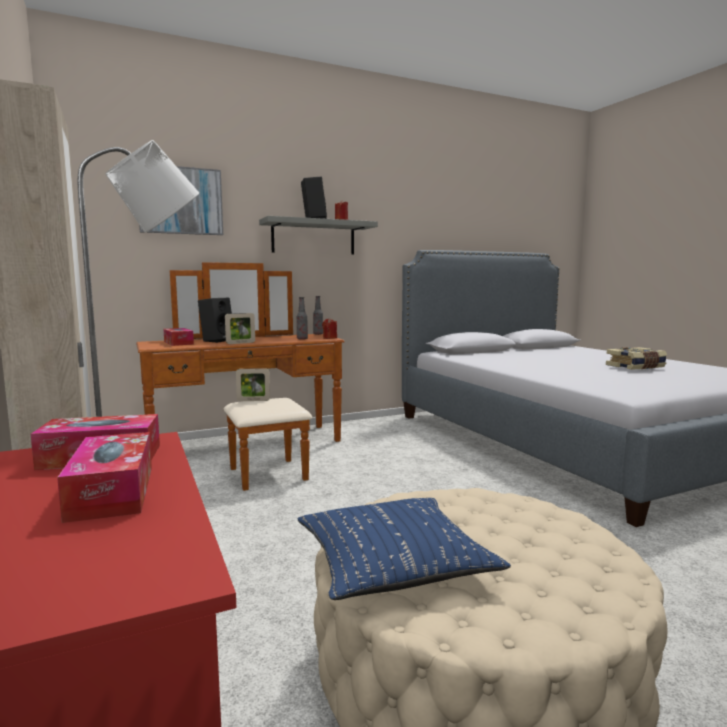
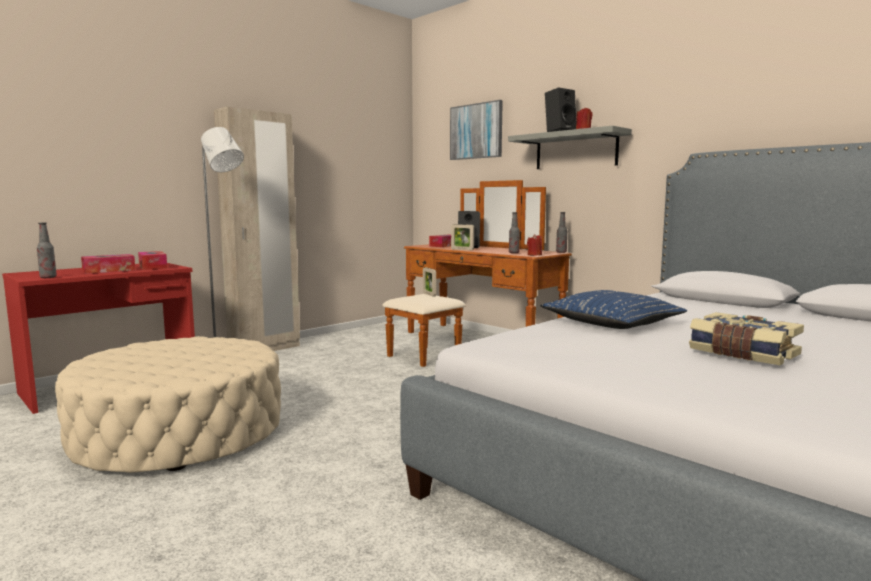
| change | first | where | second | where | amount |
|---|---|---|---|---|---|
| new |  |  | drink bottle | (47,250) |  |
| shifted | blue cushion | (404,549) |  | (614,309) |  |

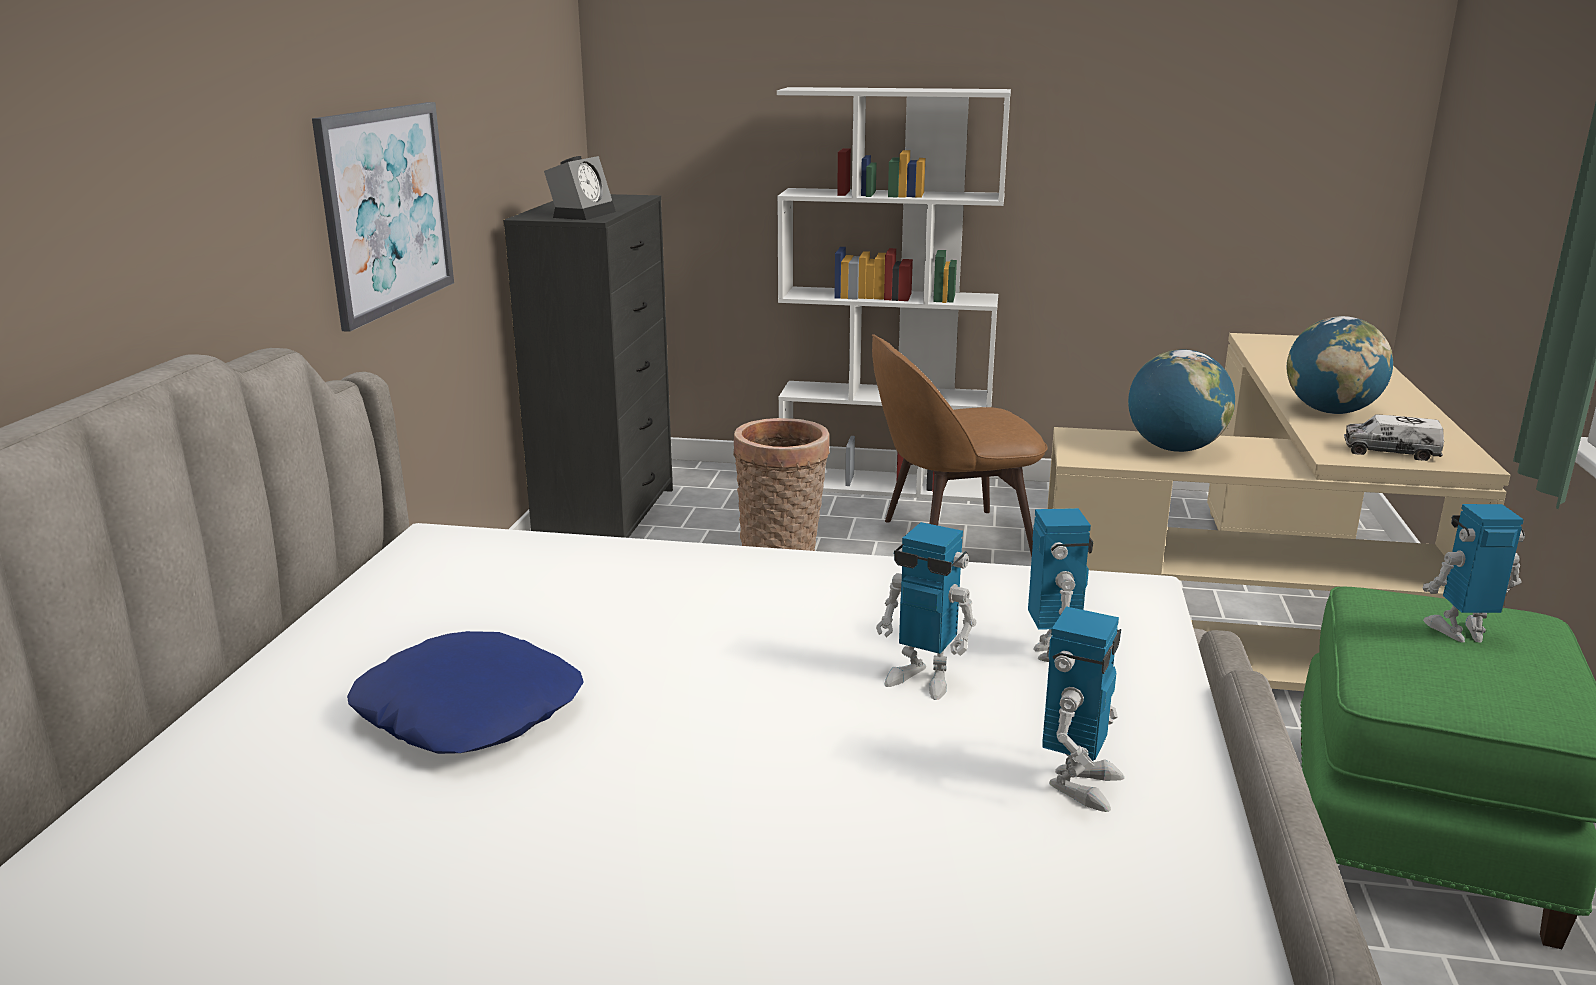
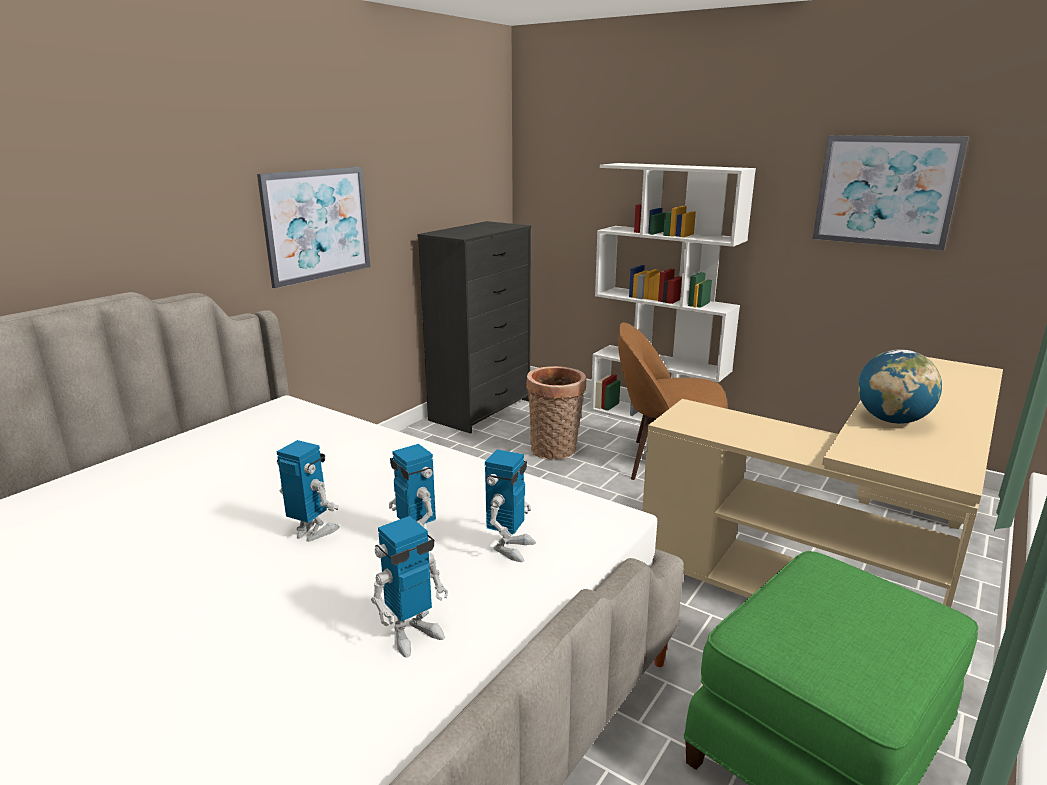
| change | first | where | second | where | amount |
|---|---|---|---|---|---|
| gone | blue cushion | (465,692) |  |  |  |
| gone | alarm clock | (580,188) |  |  |  |
| gone | world globe | (1181,400) |  |  |  |
| gone | toy lorry | (1394,437) |  |  |  |
| new |  |  | wall art | (891,193) |  |
| shifted | robot figure | (1473,573) |  | (308,491) |  |

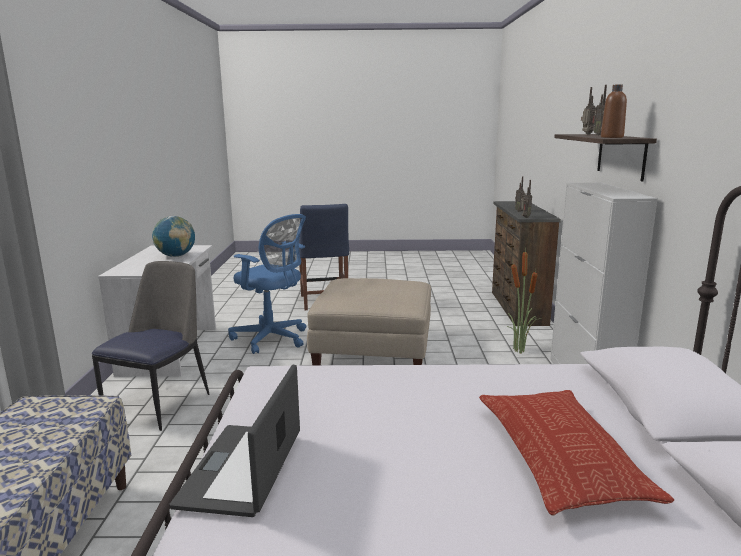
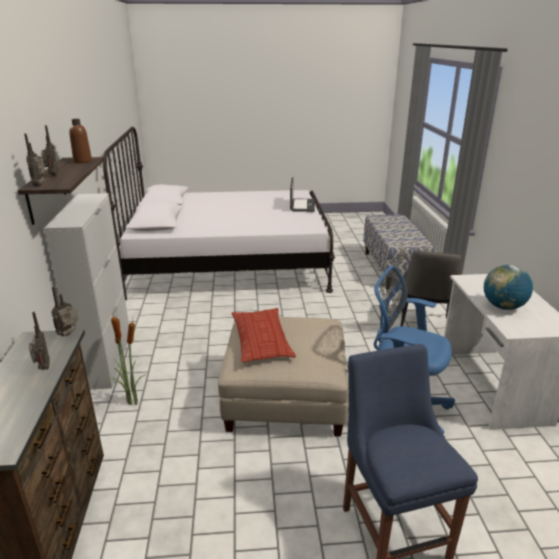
| change | first | where | second | where | amount |
|---|---|---|---|---|---|
| shifted | cushion | (576,453) |  | (264,335) |  |

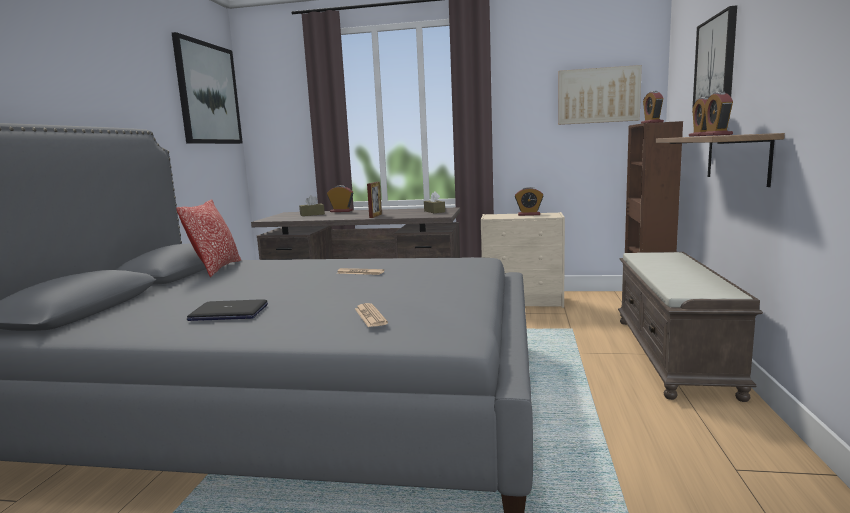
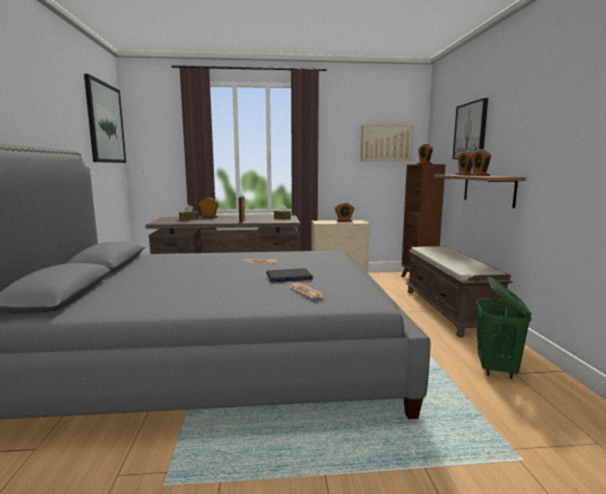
| change | first | where | second | where | amount |
|---|---|---|---|---|---|
| gone | cushion | (208,238) |  |  |  |
| new |  |  | green hamper | (504,327) |  |
| shifted | portable computer | (227,310) |  | (289,275) |  |

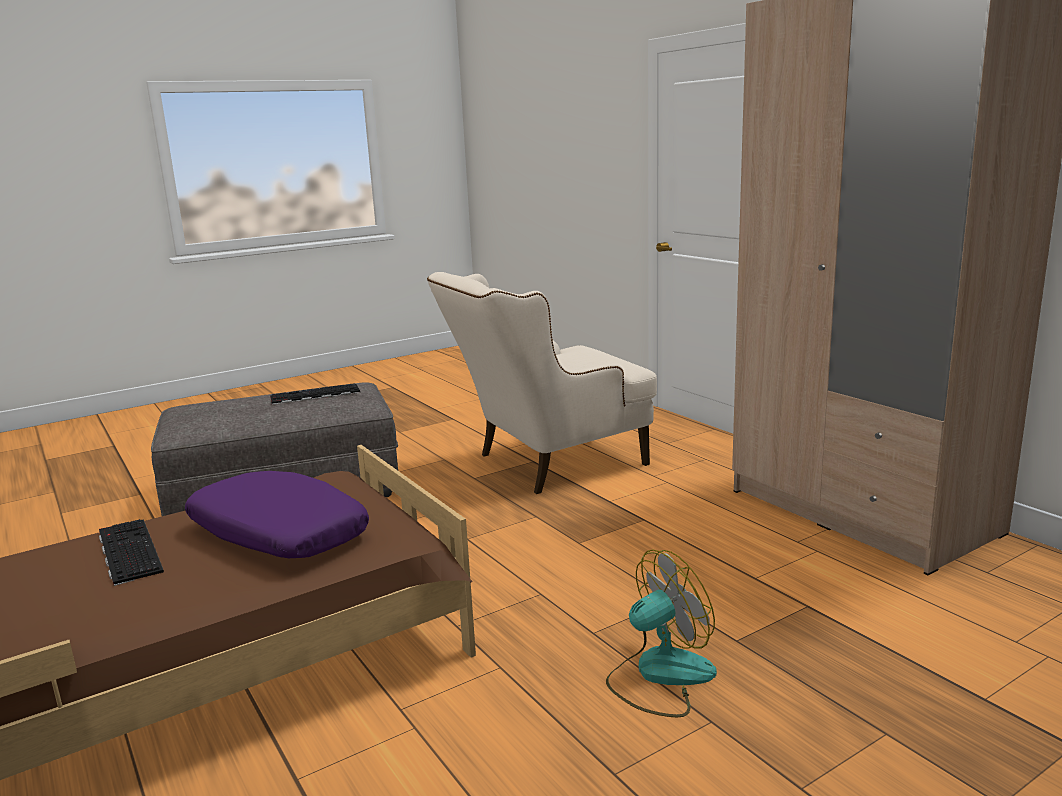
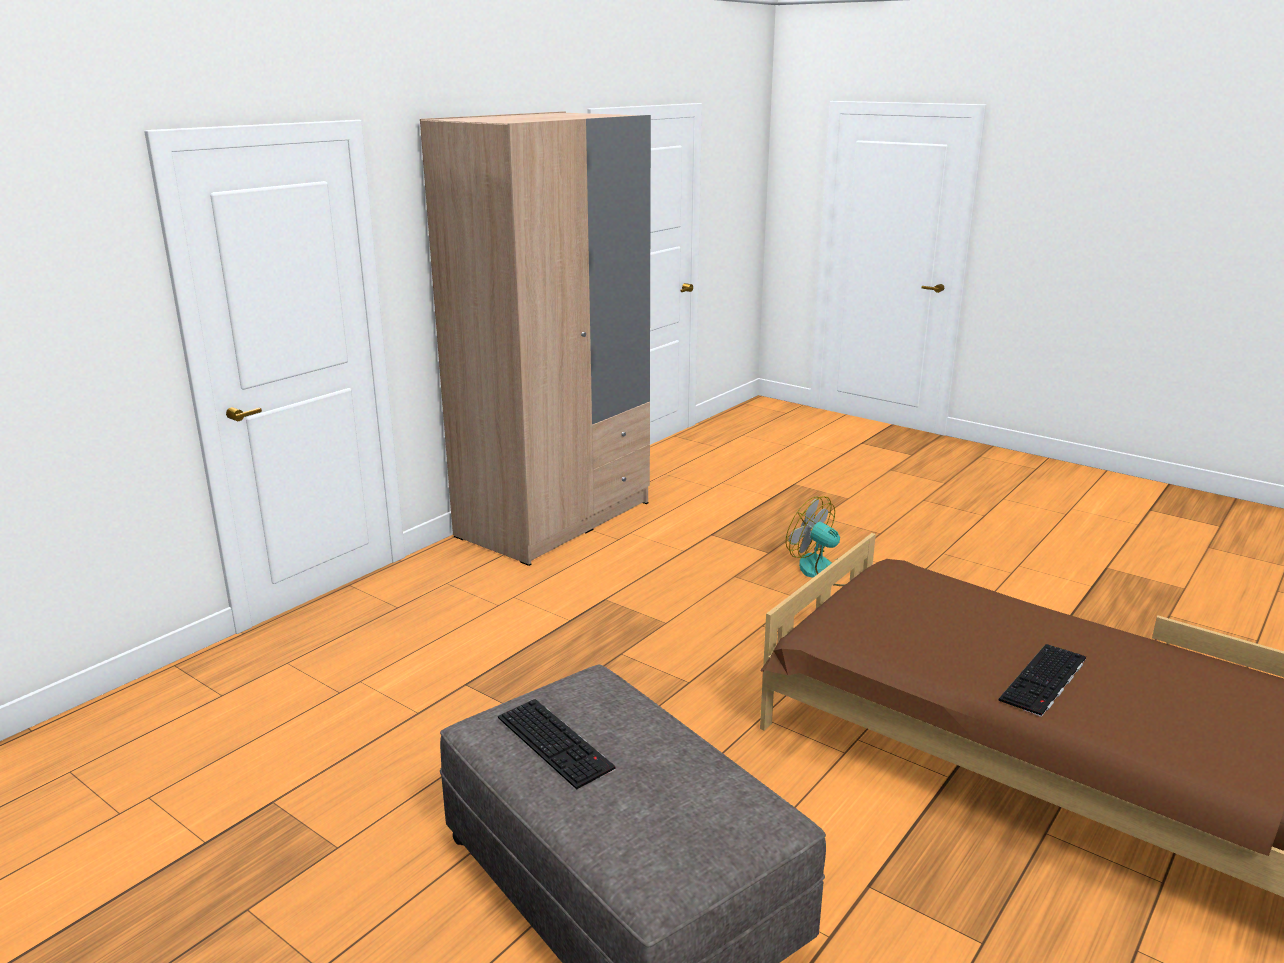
| change | first | where | second | where | amount |
|---|---|---|---|---|---|
| gone | purplish cushion | (277,514) |  |  |  |
| gone | sand-coloured easy chair | (542,383) |  |  |  |

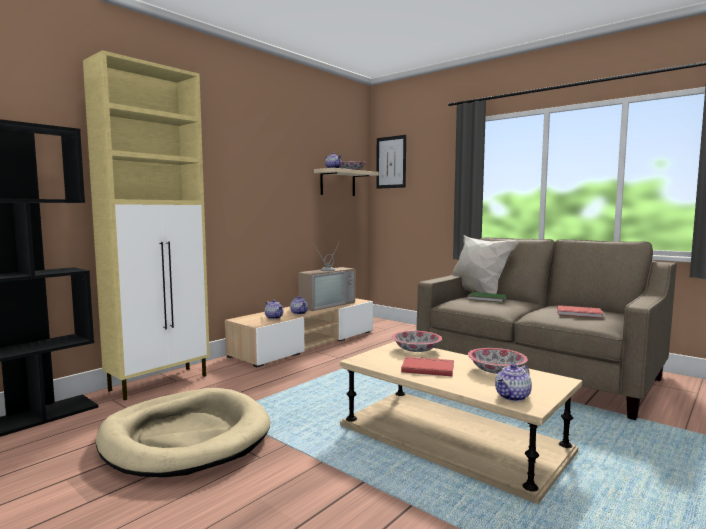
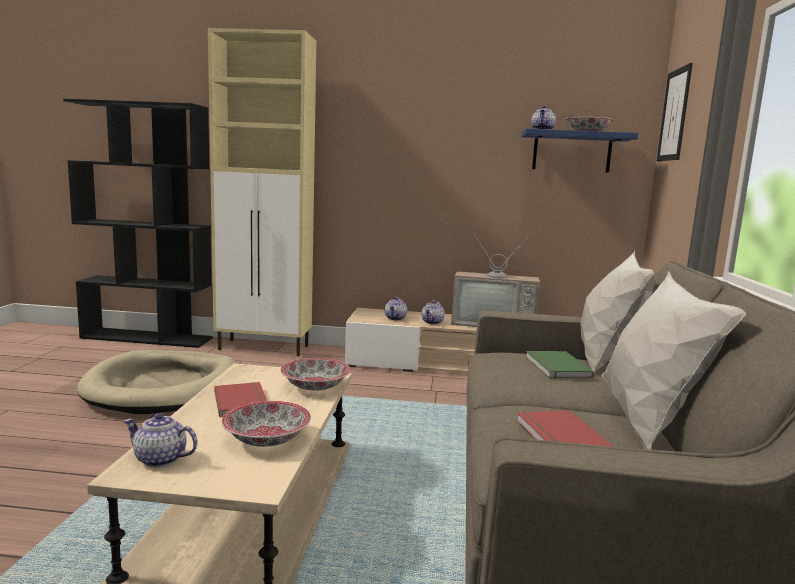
| change | first | where | second | where | amount |
|---|---|---|---|---|---|
| new |  |  | white-coloured cushion | (674,360) |  |
| repainted | sand-coloured shelf | (346,182) | blue shelf | (580,151) |  |

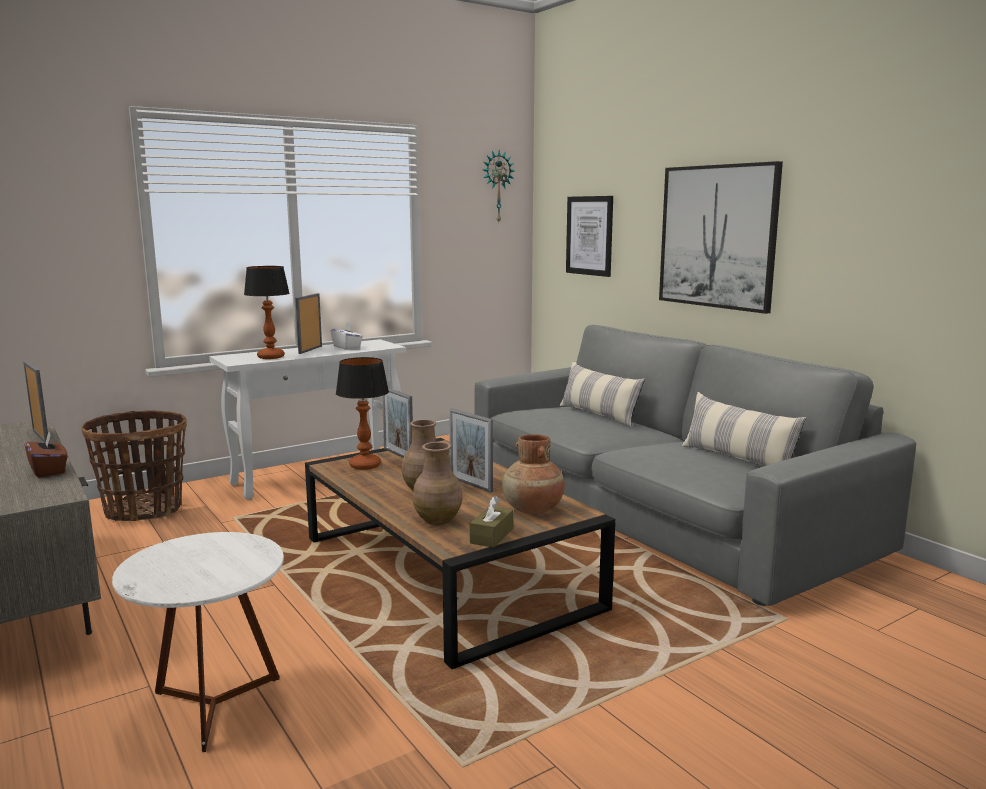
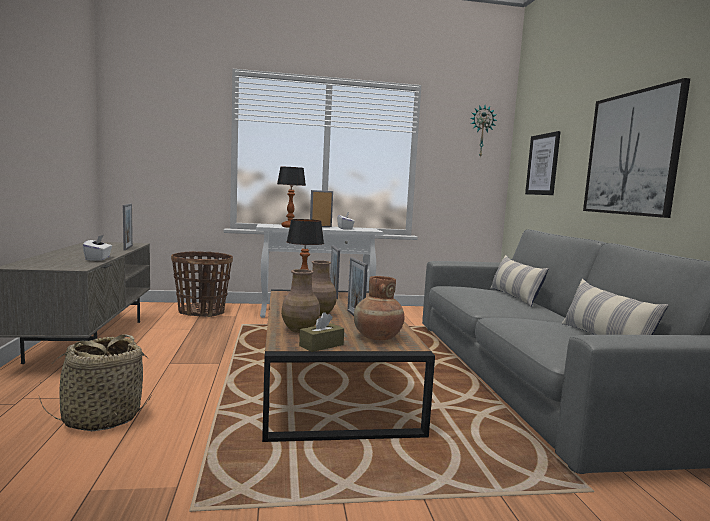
| change | first | where | second | where | amount |
|---|---|---|---|---|---|
| swapped | white-coloured accent table | (198,642) | household basket | (95,382) |  |
| repainted | brown-coloured tissue holder | (46,455) | white-coloured tissue holder | (97,248) |  |

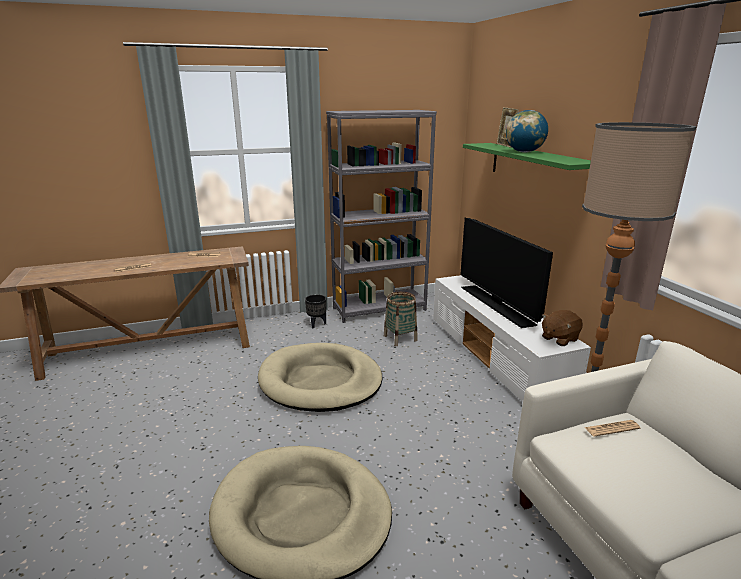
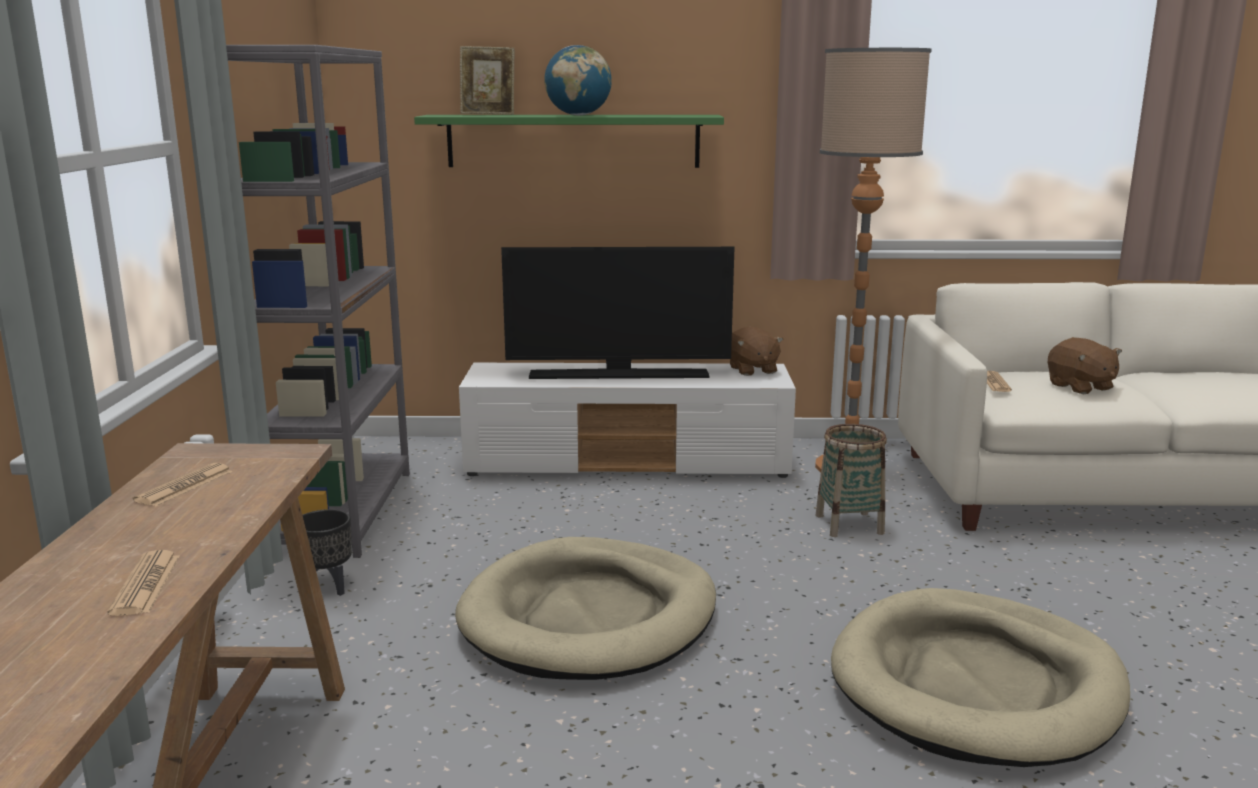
| change | first | where | second | where | amount |
|---|---|---|---|---|---|
| new |  |  | brown-coloured plush toy | (1085,365) |  |
| shifted | household basket | (401,319) |  | (851,480) |  |

